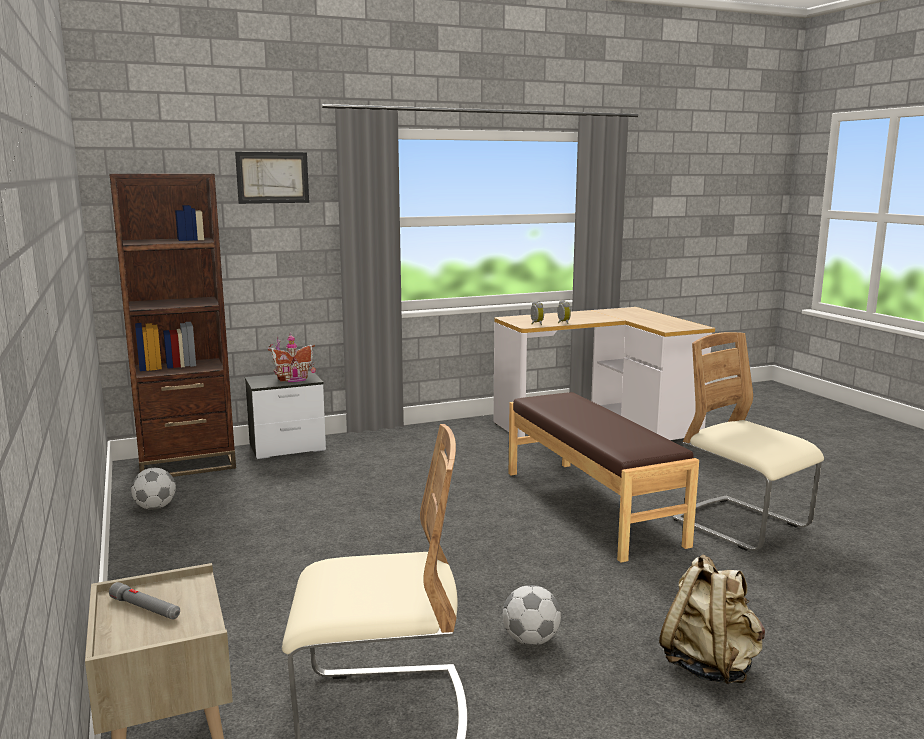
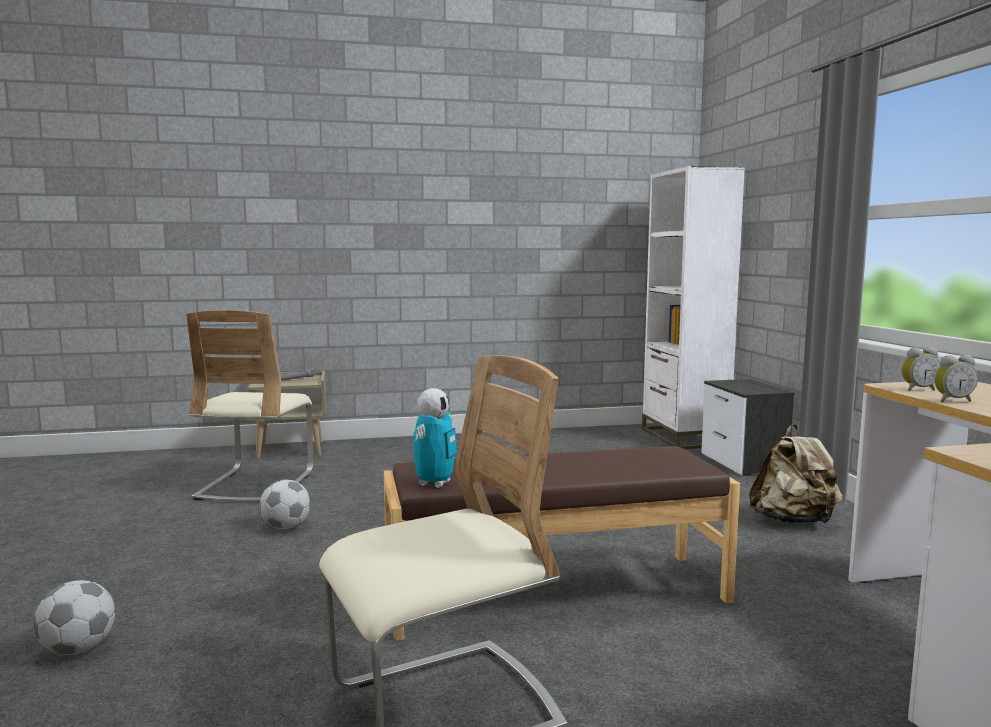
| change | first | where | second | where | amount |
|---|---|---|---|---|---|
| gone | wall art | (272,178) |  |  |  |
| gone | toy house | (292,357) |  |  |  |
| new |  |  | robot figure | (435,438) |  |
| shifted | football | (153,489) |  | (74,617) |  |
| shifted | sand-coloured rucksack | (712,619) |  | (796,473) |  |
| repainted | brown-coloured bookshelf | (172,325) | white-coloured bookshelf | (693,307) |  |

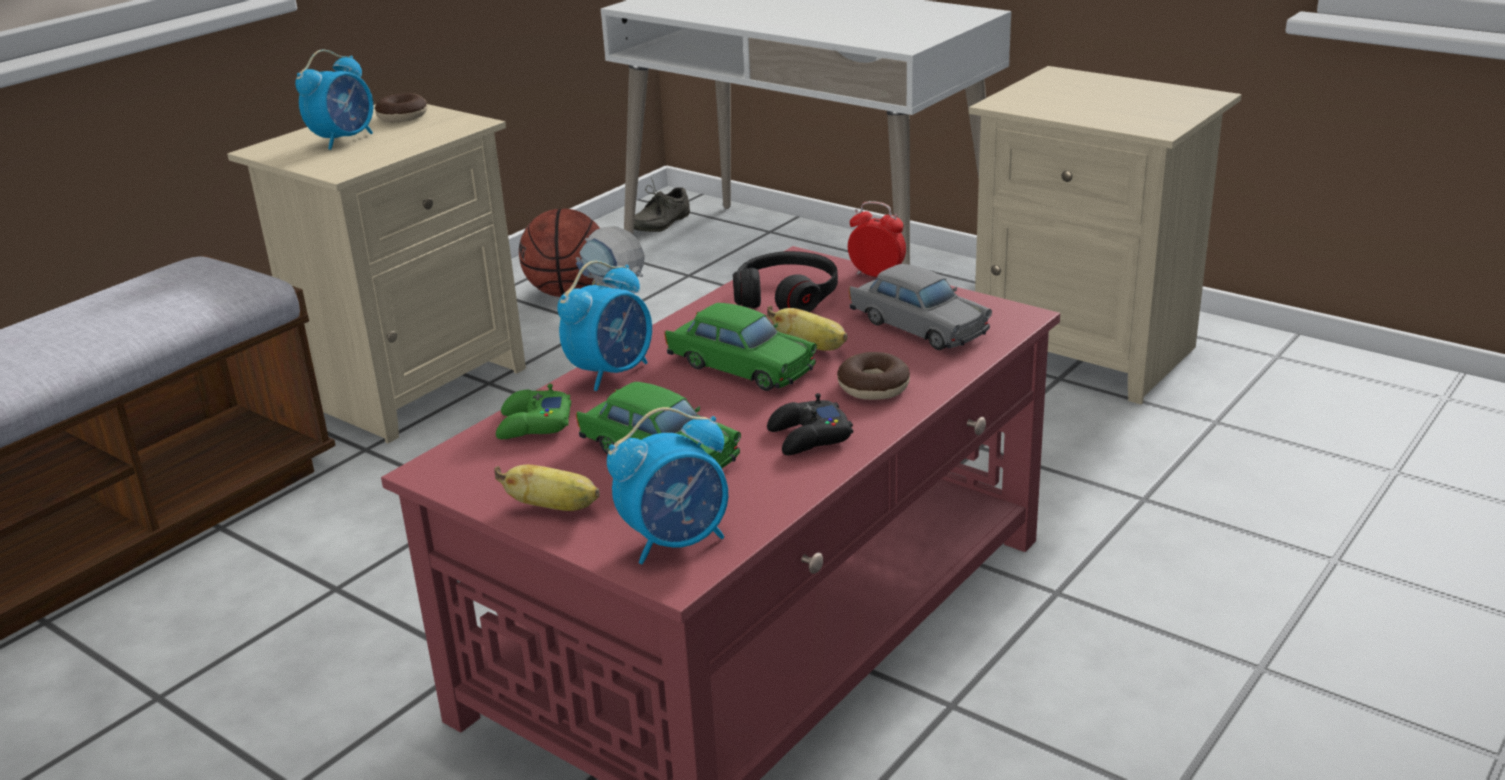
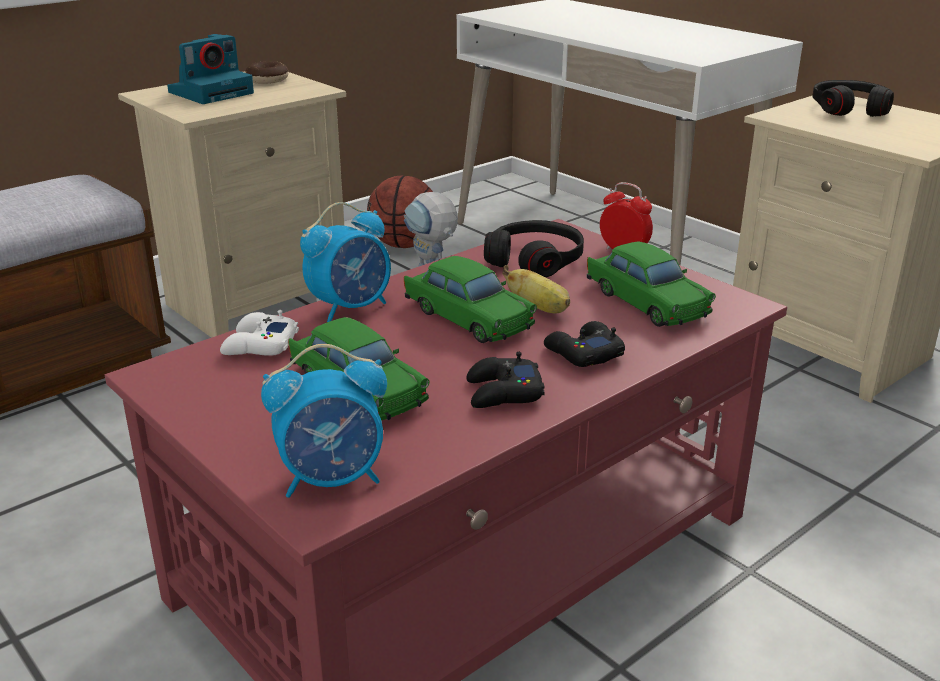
| change | first | where | second | where | amount |
|---|---|---|---|---|---|
| gone | whole banana | (547,488) |  |  |  |
| gone | grey shoe | (662,205) |  |  |  |
| new |  |  | black-coloured pair of headphones | (853,98) |  |
| swapped | alarm clock | (334,100) | photo camera | (210,69) |  |
| swapped | doughnut | (873,376) | black-coloured joypad | (584,344) |  |
| repainted | green joypad | (533,411) | white-coloured joypad | (259,333) |  |
| repainted | grey miniature car | (920,307) | green miniature car | (651,284) |  |

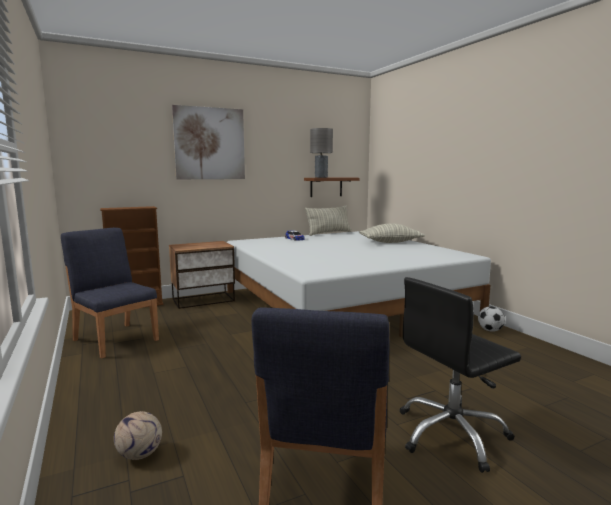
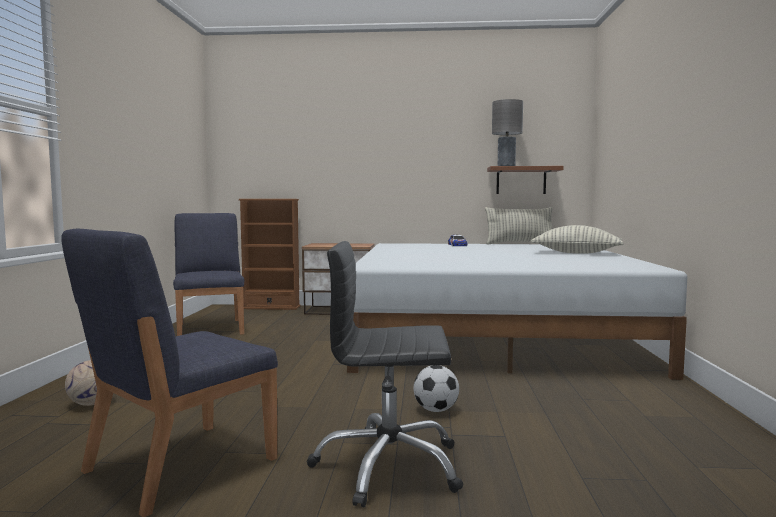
| change | first | where | second | where | amount |
|---|---|---|---|---|---|
| gone | wall art | (208,142) |  |  |  |
| shifted | football | (491,319) |  | (436,388) |  |

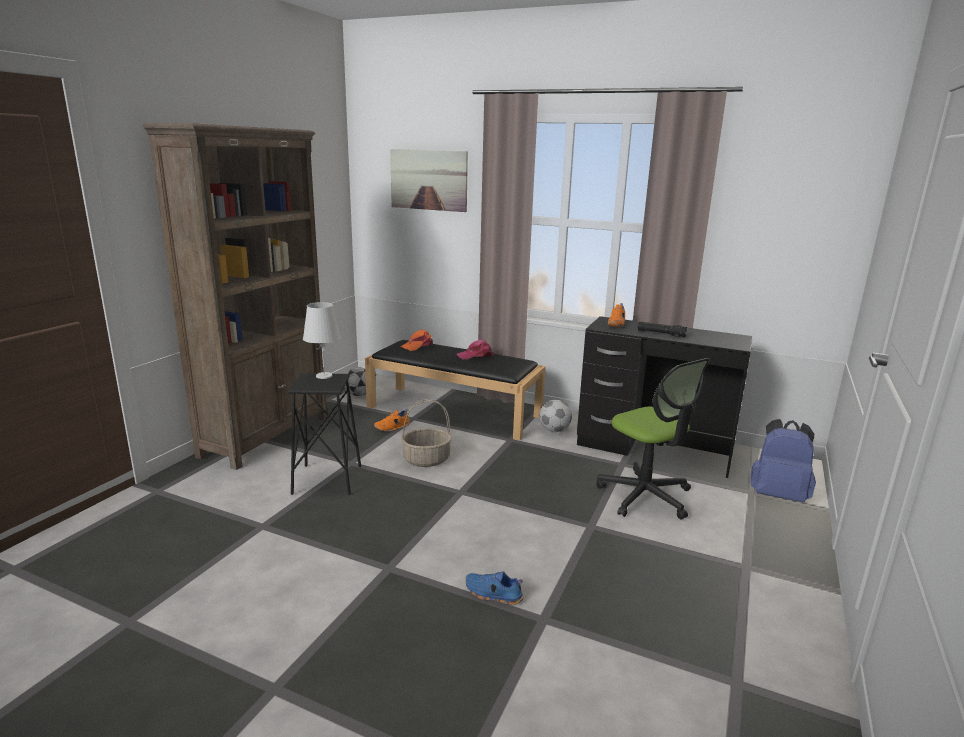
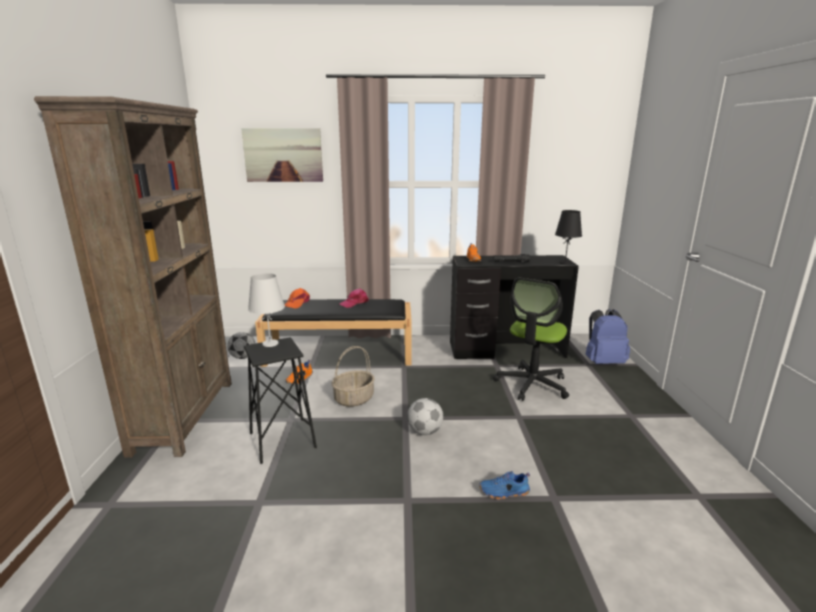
| change | first | where | second | where | amount |
|---|---|---|---|---|---|
| new |  |  | black-coloured table lamp | (568,237) |  |
| shifted | football | (555,416) |  | (425,416) |  |
| rotated | computer chair | (653,438) |  | (531,339) | 90 degrees clockwise |

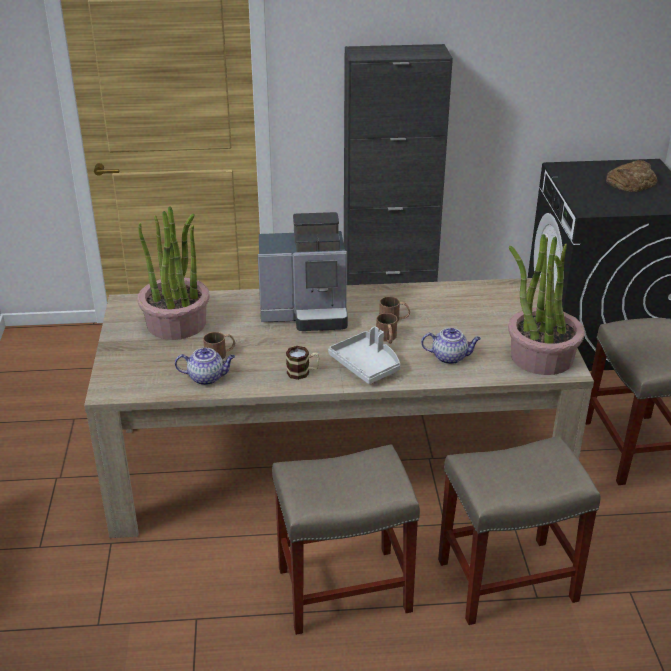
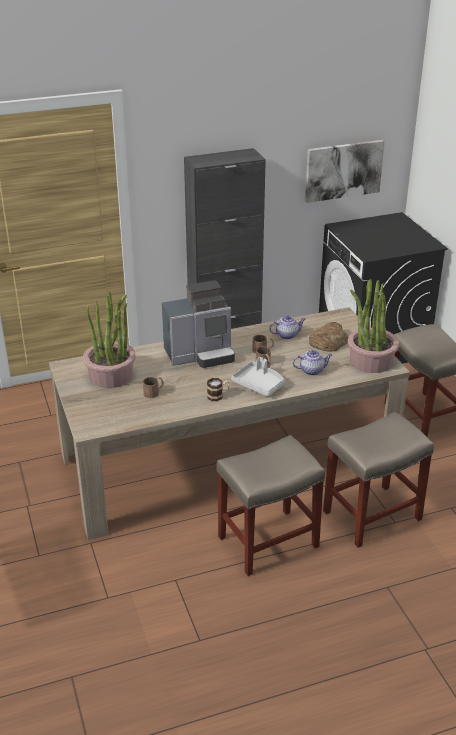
| change | first | where | second | where | amount |
|---|---|---|---|---|---|
| new |  |  | wall art | (345,171) |  |
| shifted | pot for tea | (205,366) |  | (287,327) |  |
| shifted | bread | (631,176) |  | (328,337) |  |

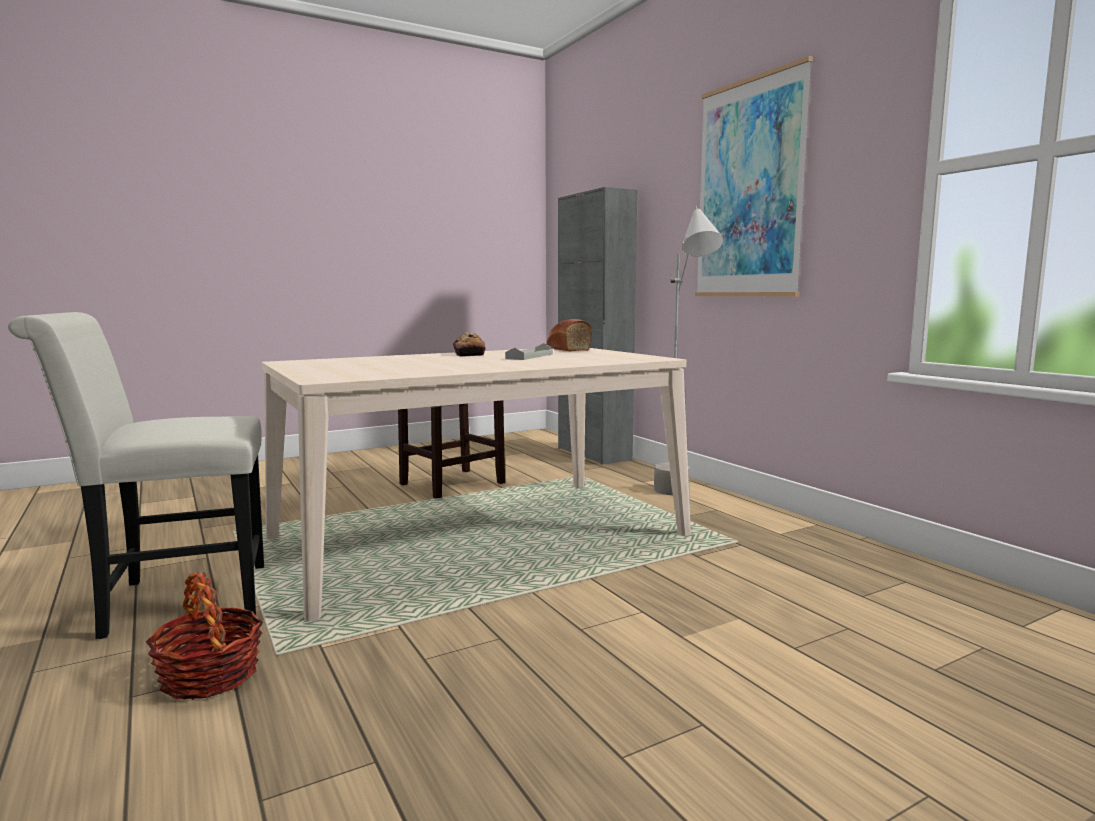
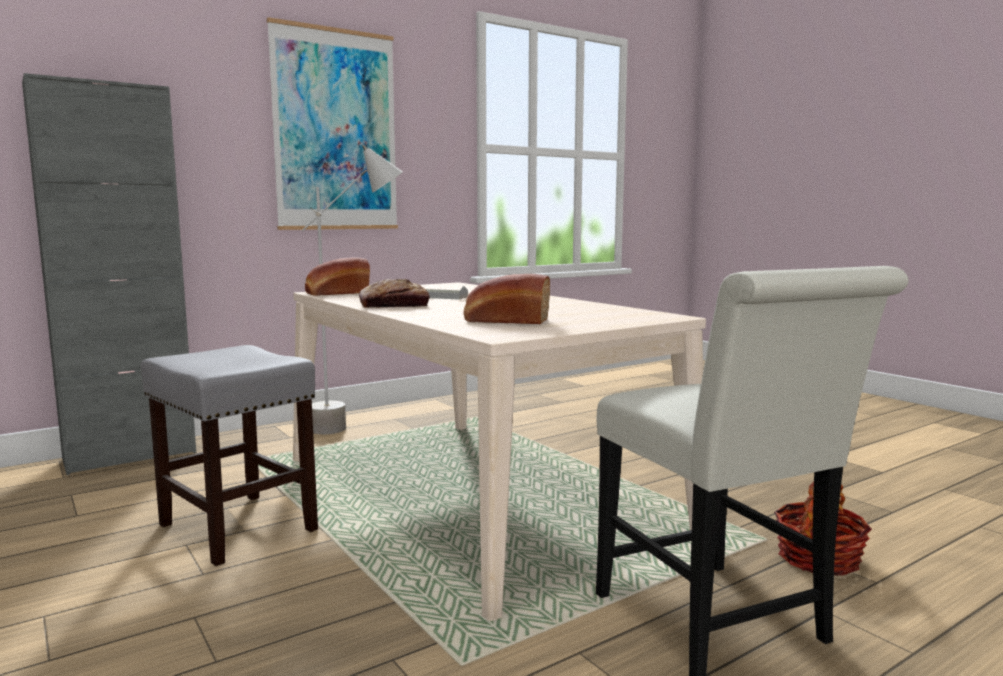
| change | first | where | second | where | amount |
|---|---|---|---|---|---|
| new |  |  | bread | (507,299) |  |

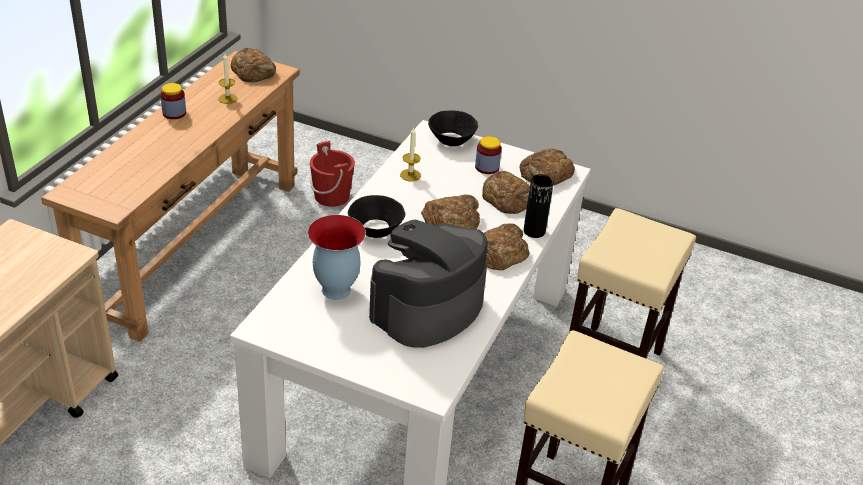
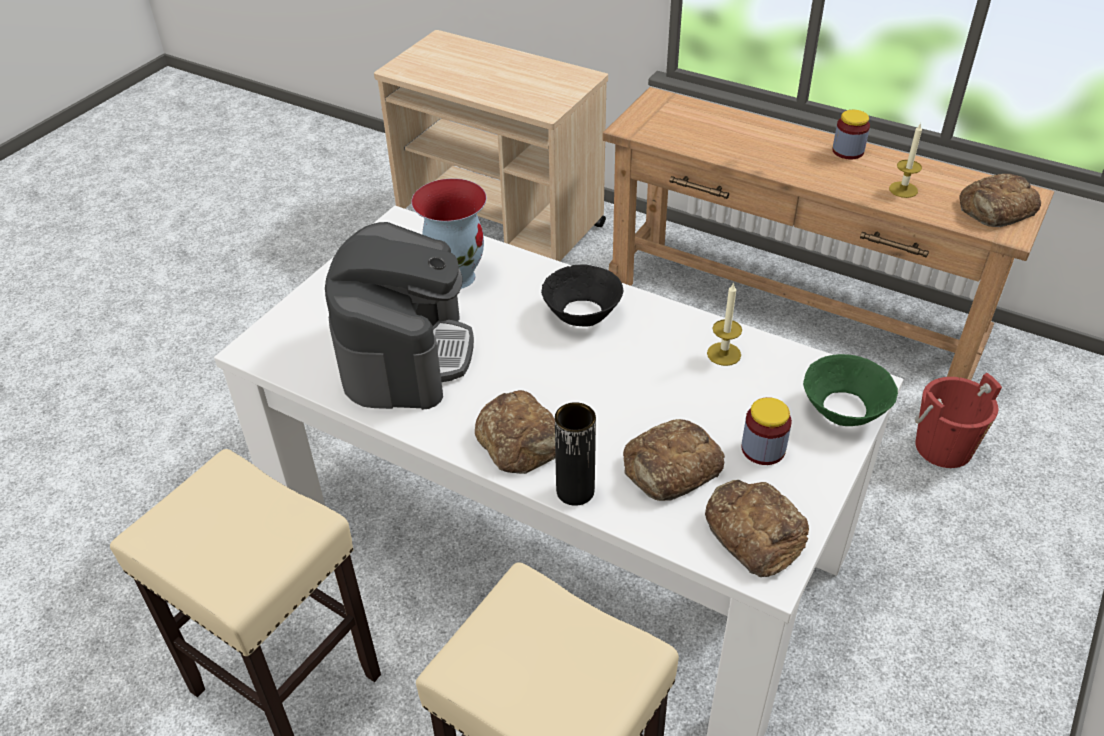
| change | first | where | second | where | amount |
|---|---|---|---|---|---|
| gone | bread | (450,211) |  |  |  |
| repainted | black-coloured serving bowl | (453,128) | green serving bowl | (850,390) |  |
| rotated | coffee maker | (428,284) |  | (399,316) | 45 degrees clockwise |

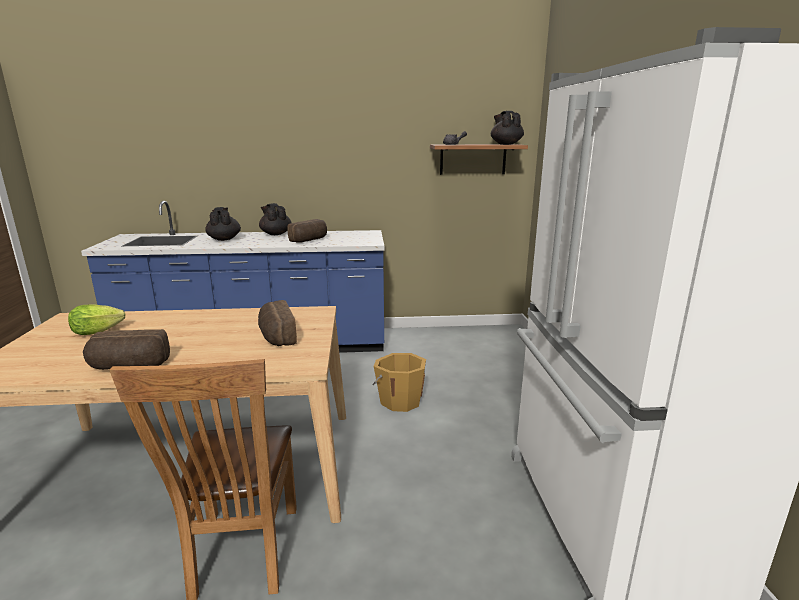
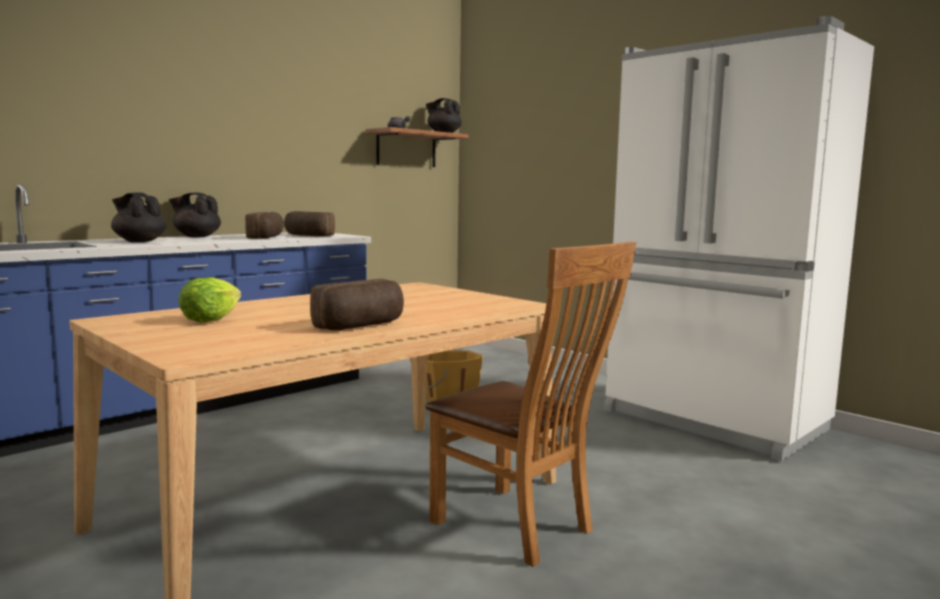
| change | first | where | second | where | amount |
|---|---|---|---|---|---|
| shifted | bread | (277,323) |  | (309,223) |  |

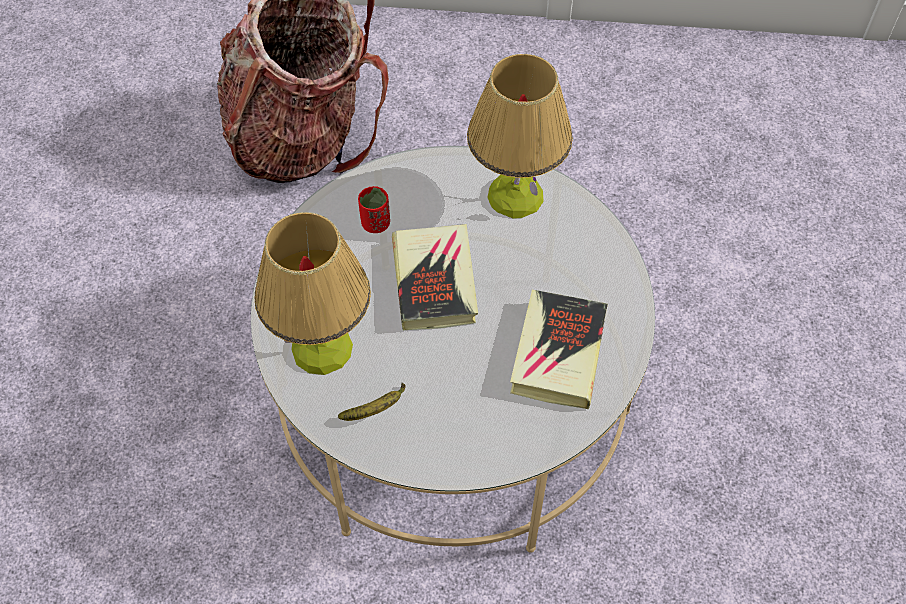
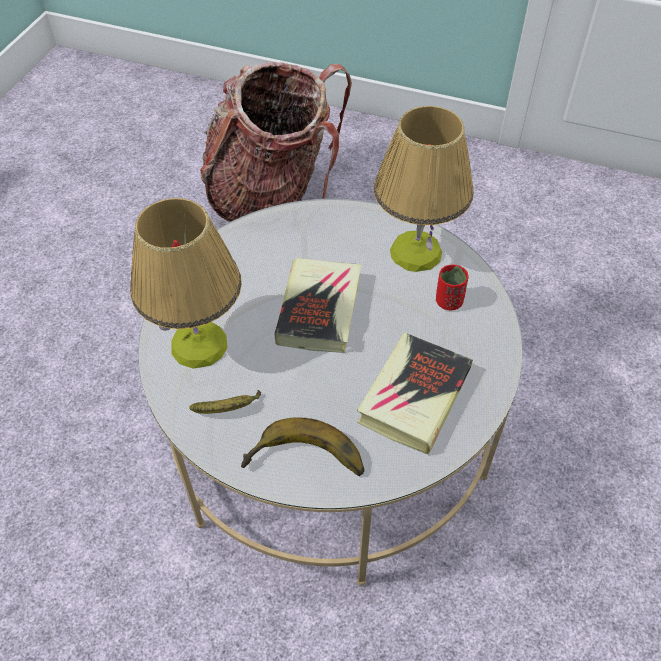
| change | first | where | second | where | amount |
|---|---|---|---|---|---|
| new |  |  | whole banana | (302,447) |  |
| shifted | reddish cup | (374,209) |  | (452,287) |  |

